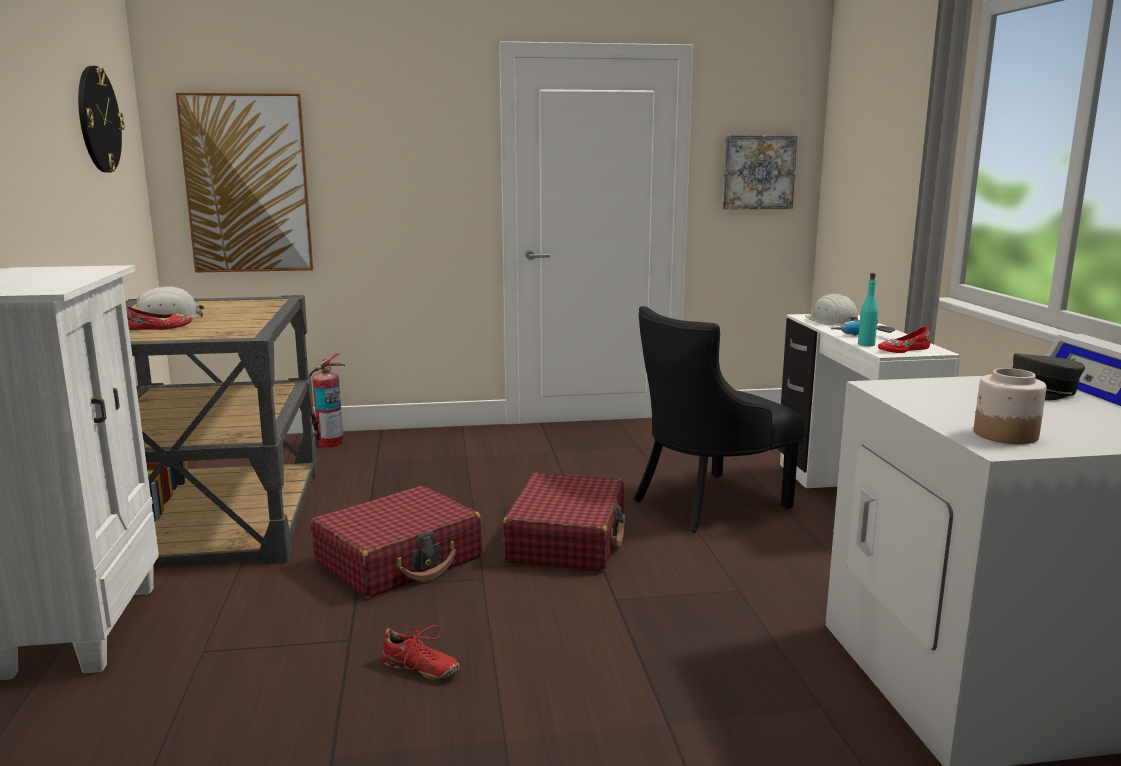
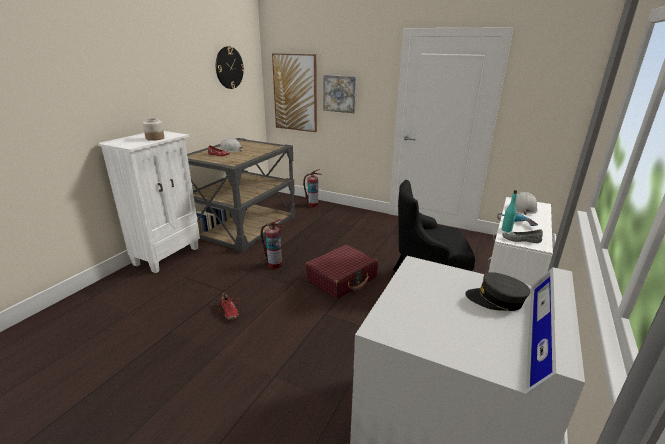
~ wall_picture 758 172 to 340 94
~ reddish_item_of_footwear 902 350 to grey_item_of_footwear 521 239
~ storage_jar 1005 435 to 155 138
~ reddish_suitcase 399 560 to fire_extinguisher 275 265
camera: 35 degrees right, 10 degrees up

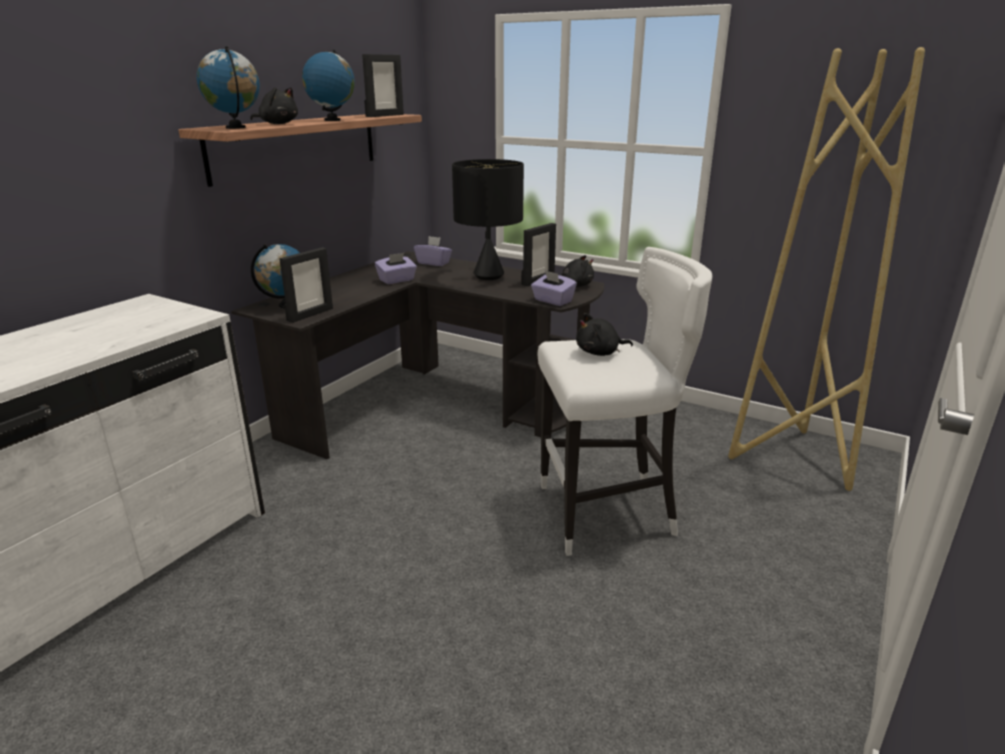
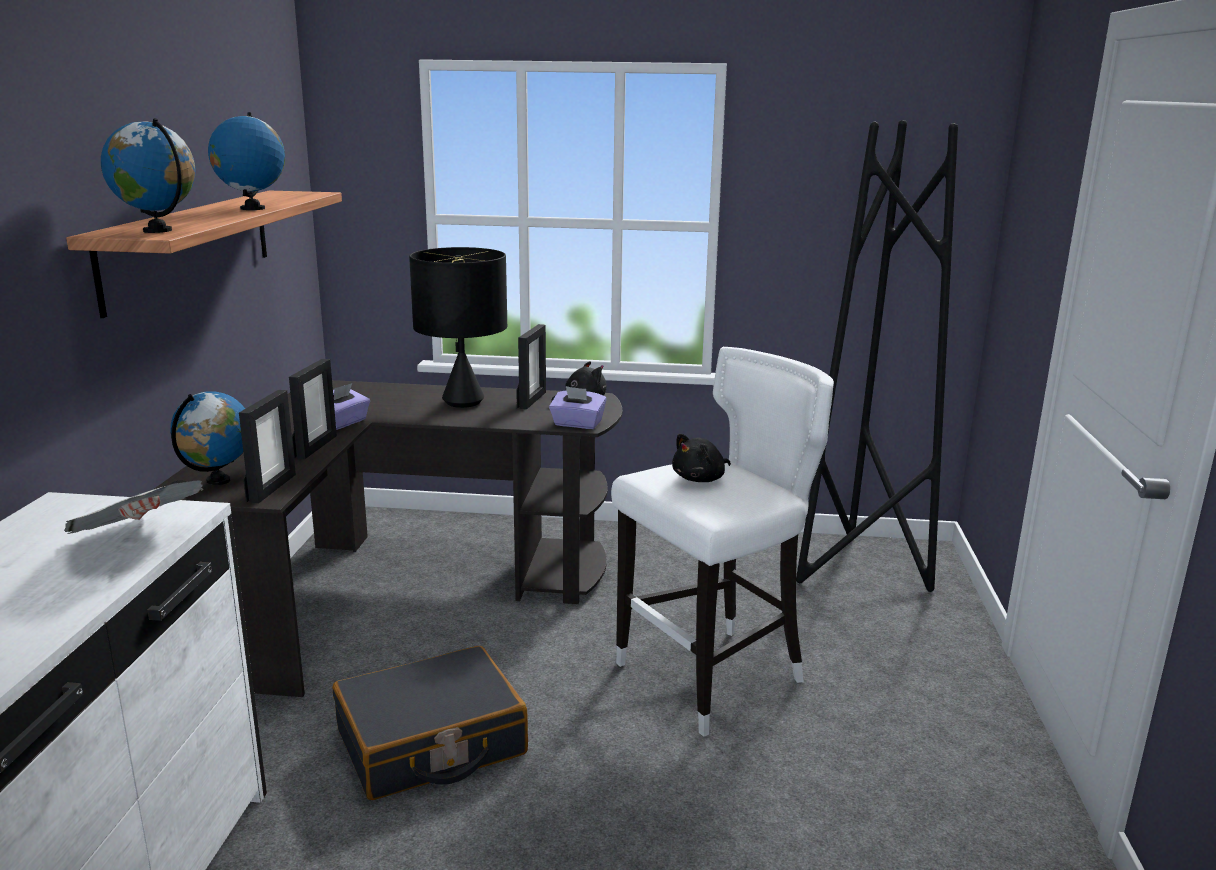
~ yellowish_clothes_rack 793 459 to black_clothes_rack 860 570
~ standing_frame 385 115 to 316 446
- black_plush_toy 278 124
- purplish_tissue_holder 433 263
+ printed_paper 139 541
+ black_suitcase 431 743
camera: 25 degrees left, 5 degrees down

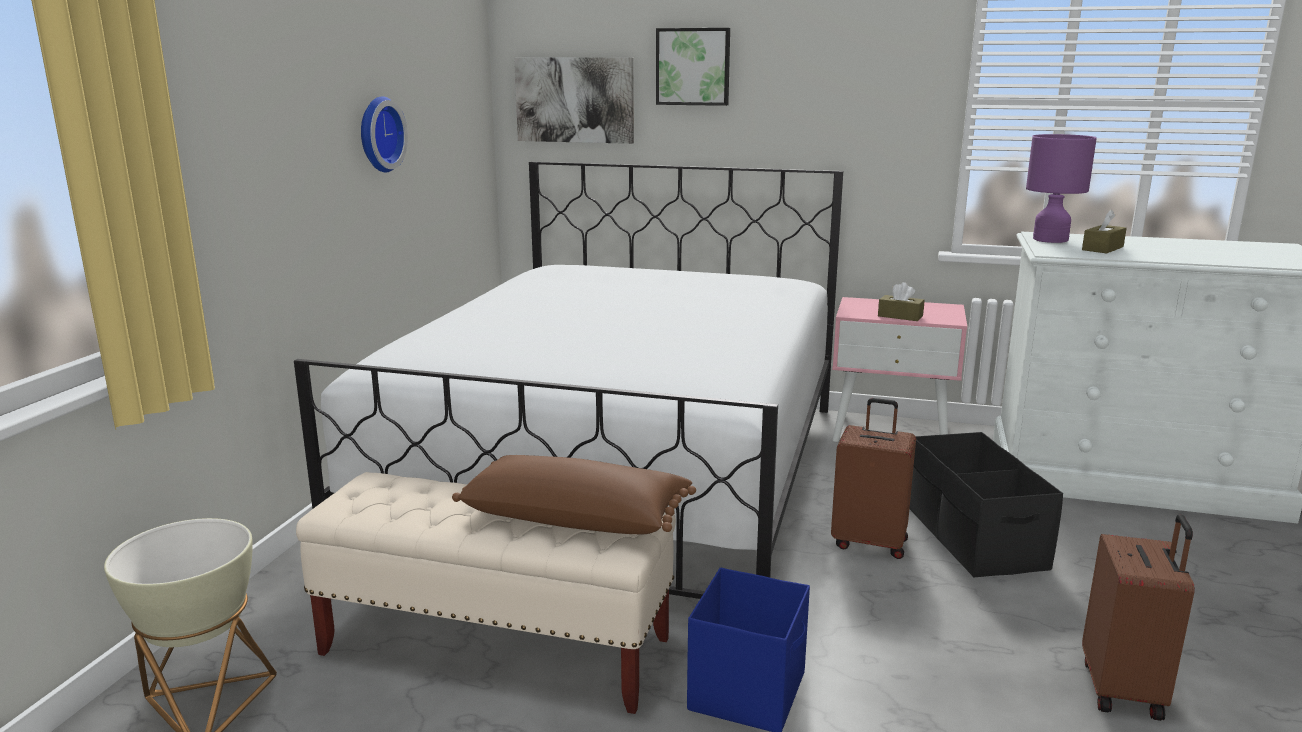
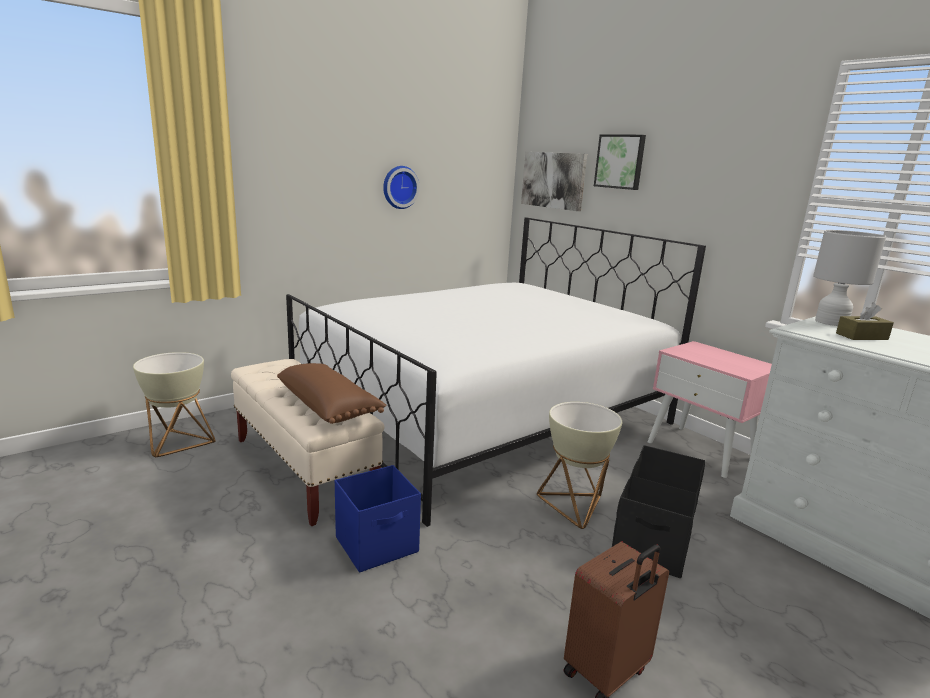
~ purplish_tabletop_lamp 1049 239 to grey_tabletop_lamp 830 322
- brown_tissue_holder 900 316
~ brown_suitcase 870 542 to flower_pot 574 506
camera: 35 degrees right, 0 degrees up

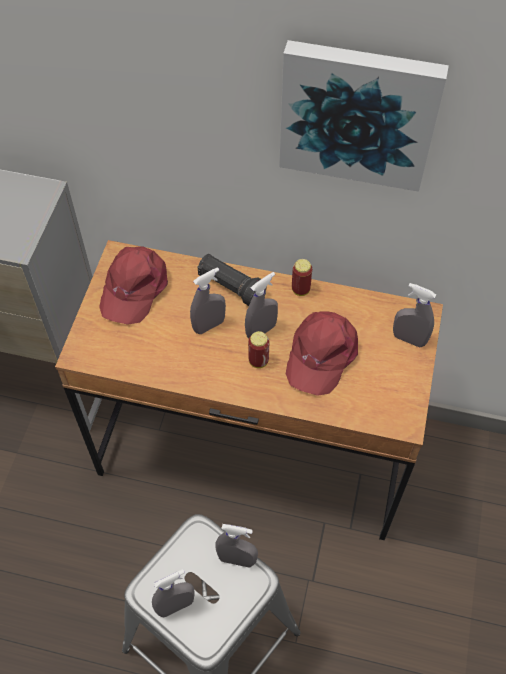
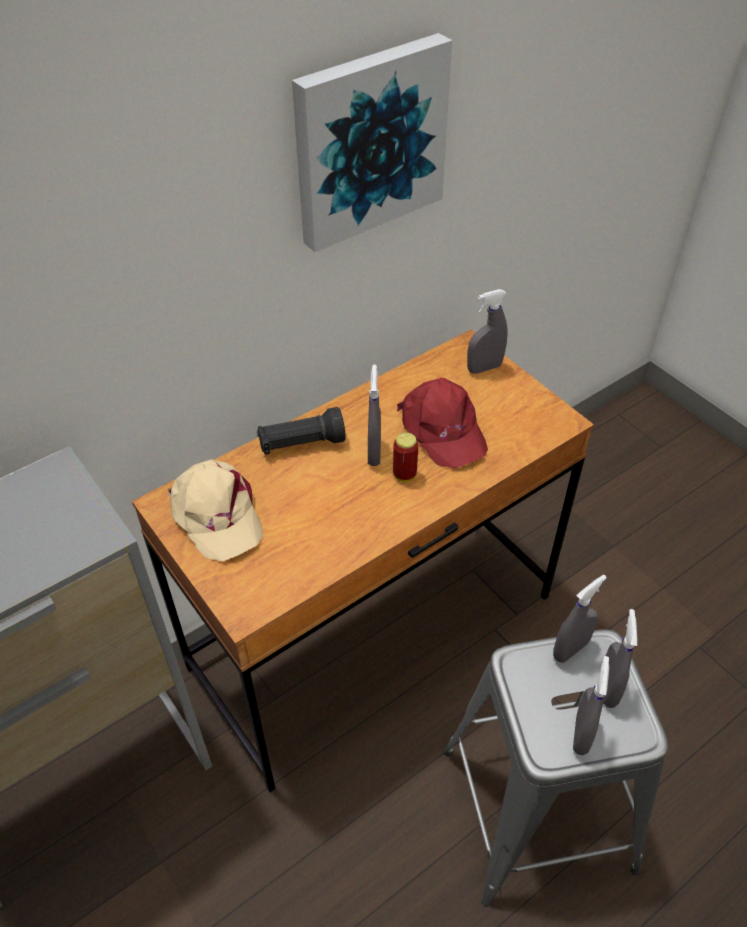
~ reddish_cap 134 287 to beige_cap 216 515
- can 300 289
~ grey_spray_bottle 209 325 to 608 688
camera: 50 degrees left, 10 degrees down

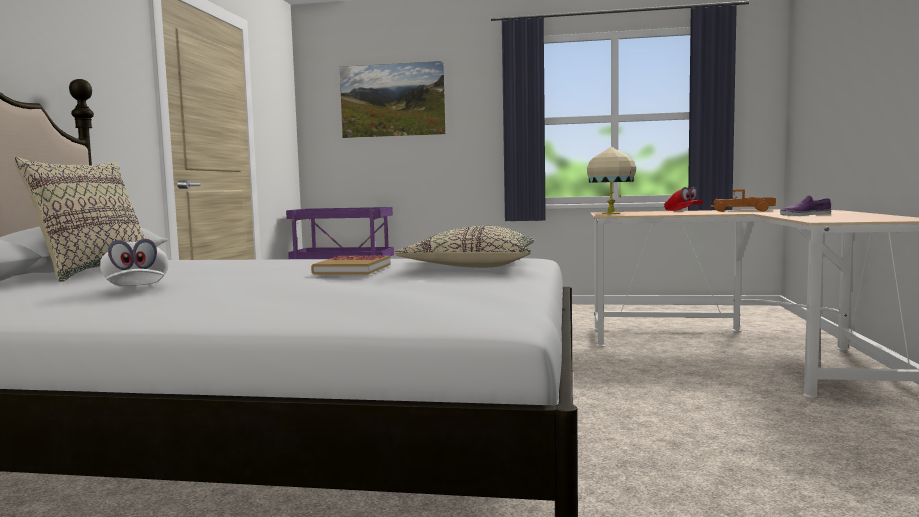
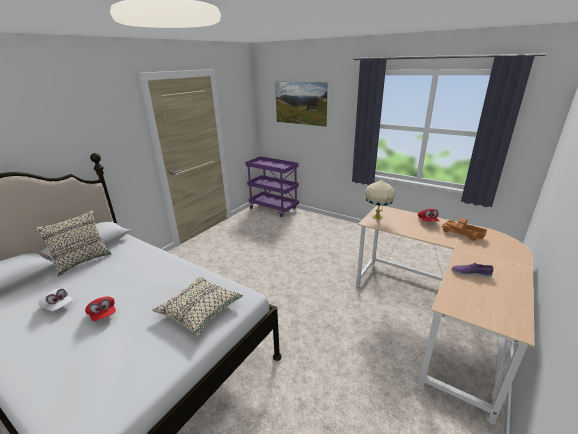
~ white-coloured_cap 136 289 = 58 306 60 degrees counterclockwise
- book 352 269
+ reddish_cap 103 314
camera: 25 degrees right, 20 degrees up

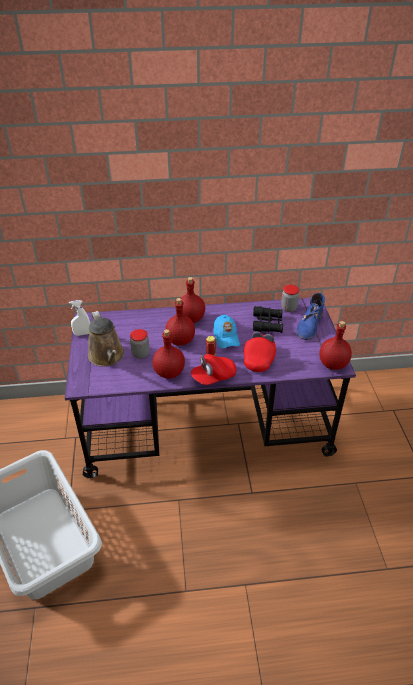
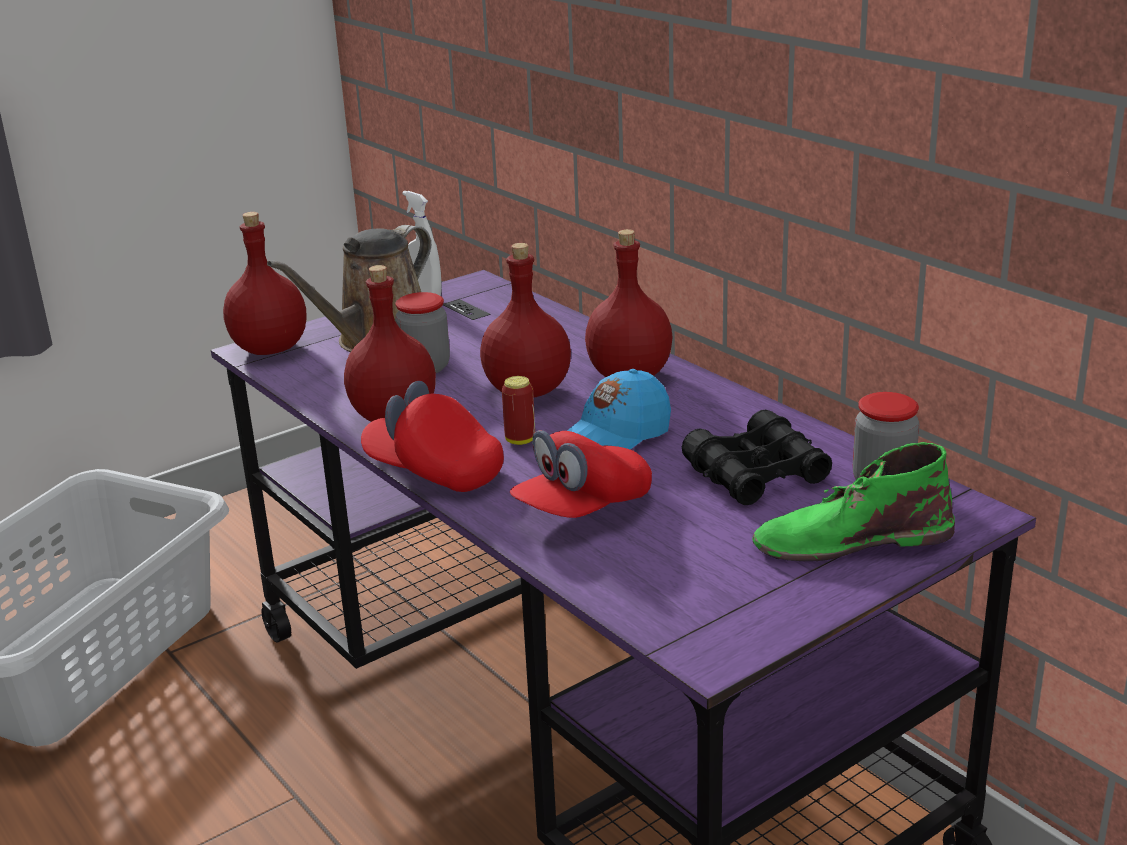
~ bluish_high-top_boot 309 325 to greenish_high-top_boot 850 539
~ reddish_bottle 333 364 to 270 349
~ reddish_cap 259 358 = 582 508 150 degrees clockwise
camera: 60 degrees right, 15 degrees down

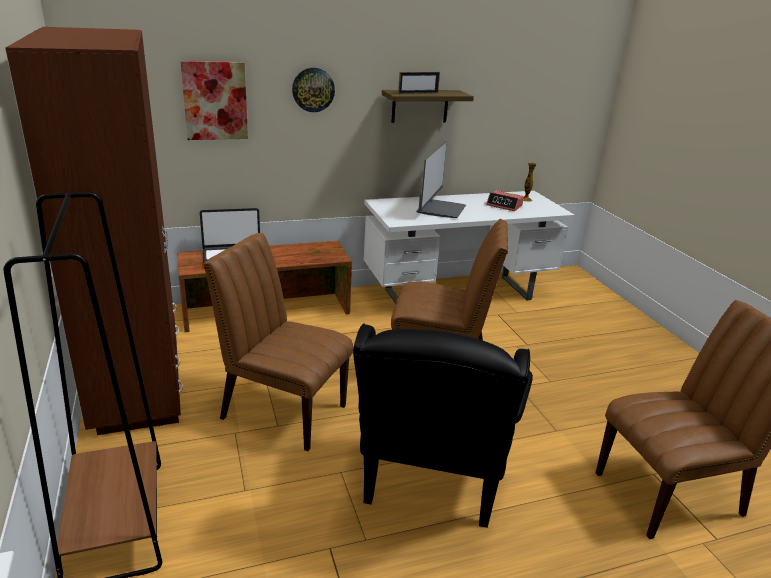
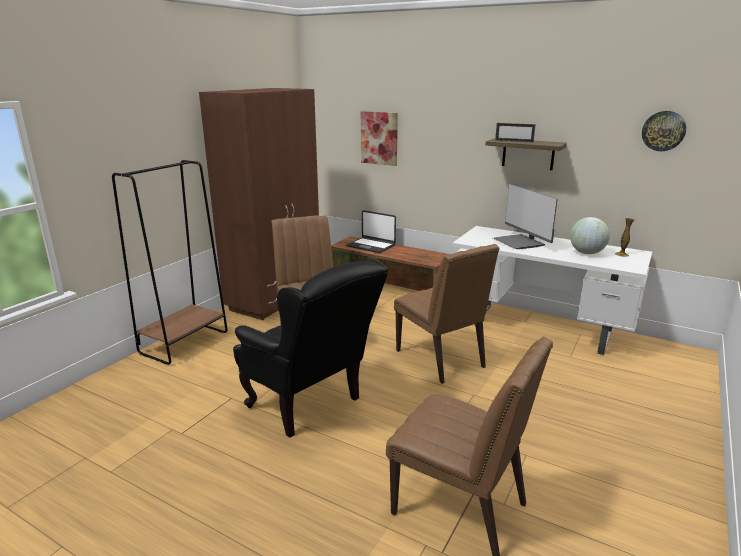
~ clock_on_the_wall 313 90 to 663 131
~ computer_screen 440 209 = 519 242 90 degrees clockwise
~ alarm_clock 504 205 to desk_globe 587 253
~ black_armchair 428 492 = 312 407 105 degrees counterclockwise
camera: 50 degrees right, 5 degrees down

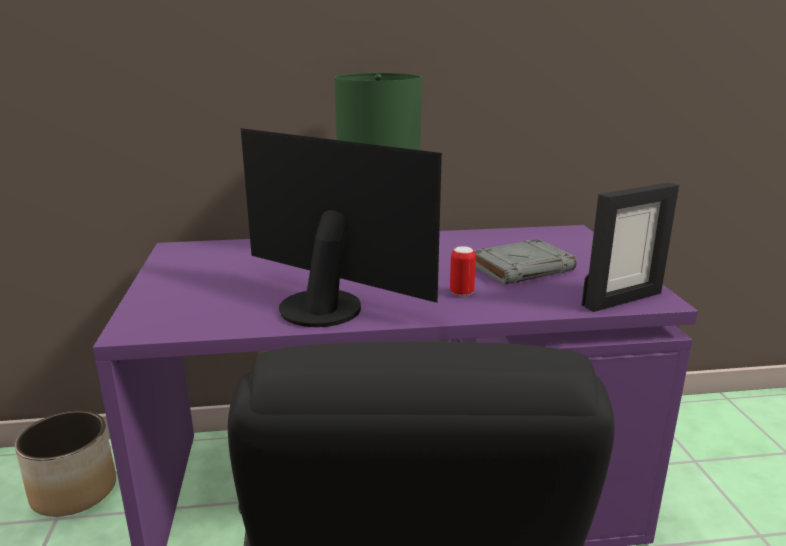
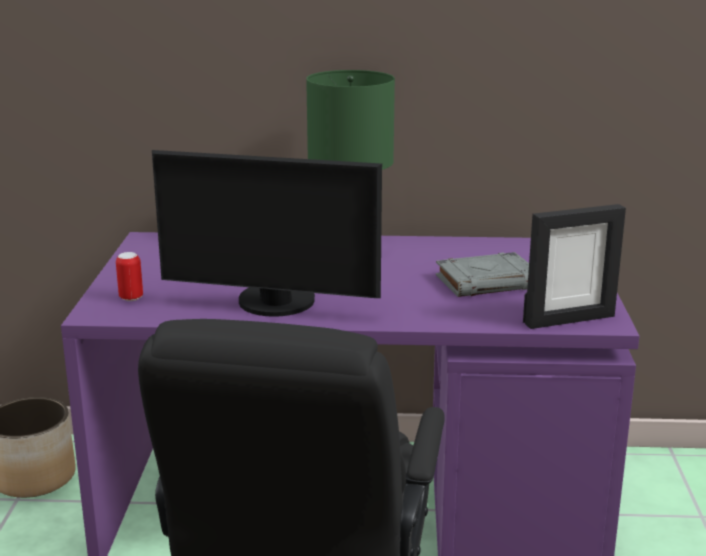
~ computer_screen 326 305 = 274 304 150 degrees clockwise
~ can 461 293 to 131 298
camera: 10 degrees right, 0 degrees up

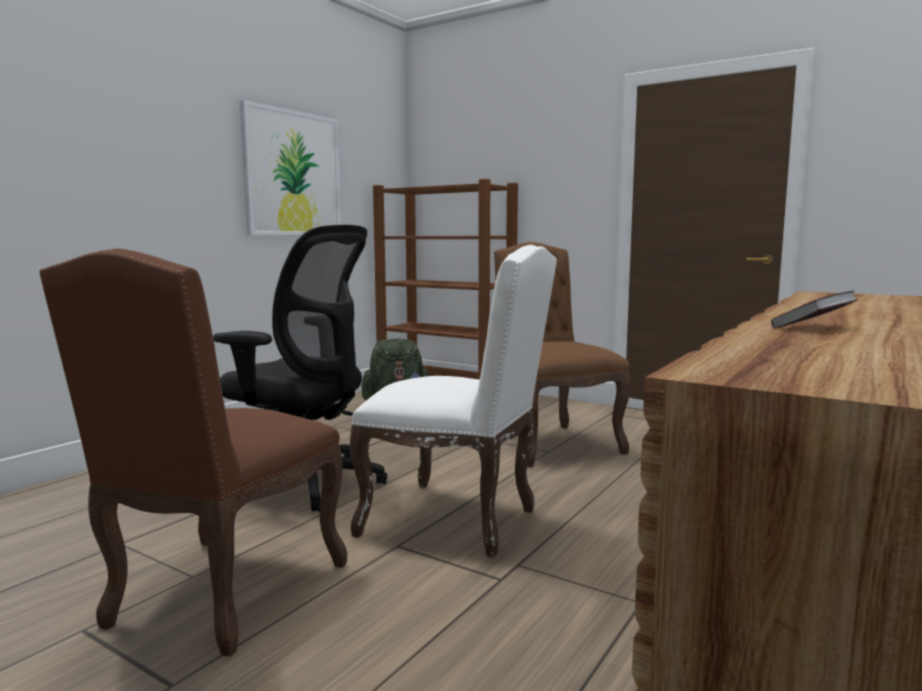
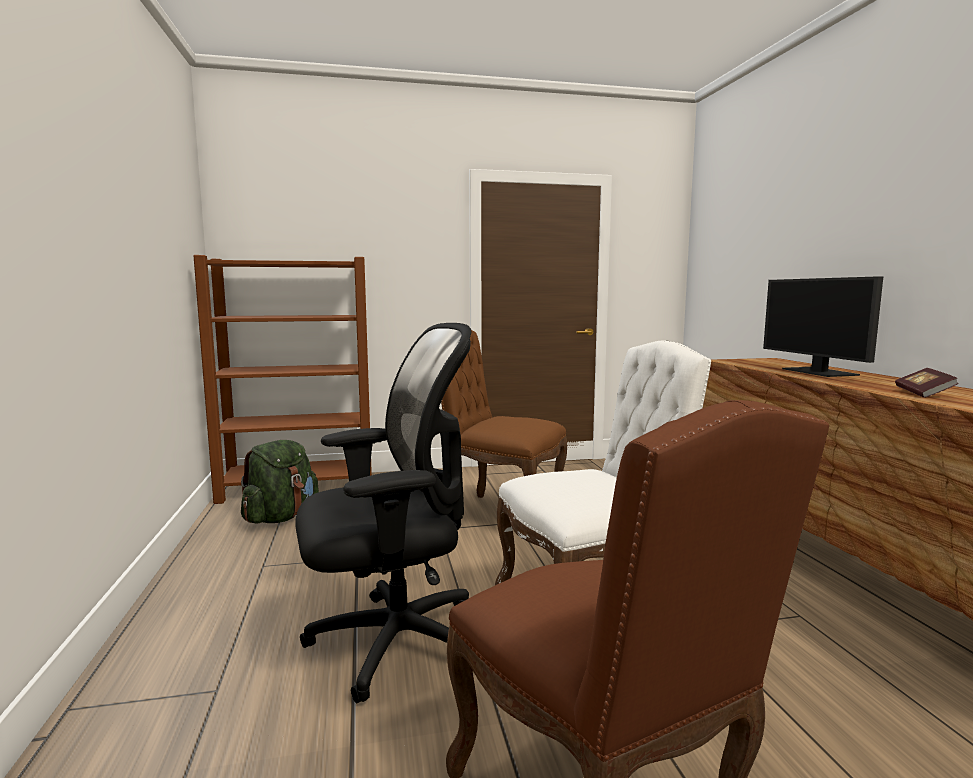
- wall_picture 292 174
+ computer_screen 819 372
camera: 45 degrees left, 0 degrees up

